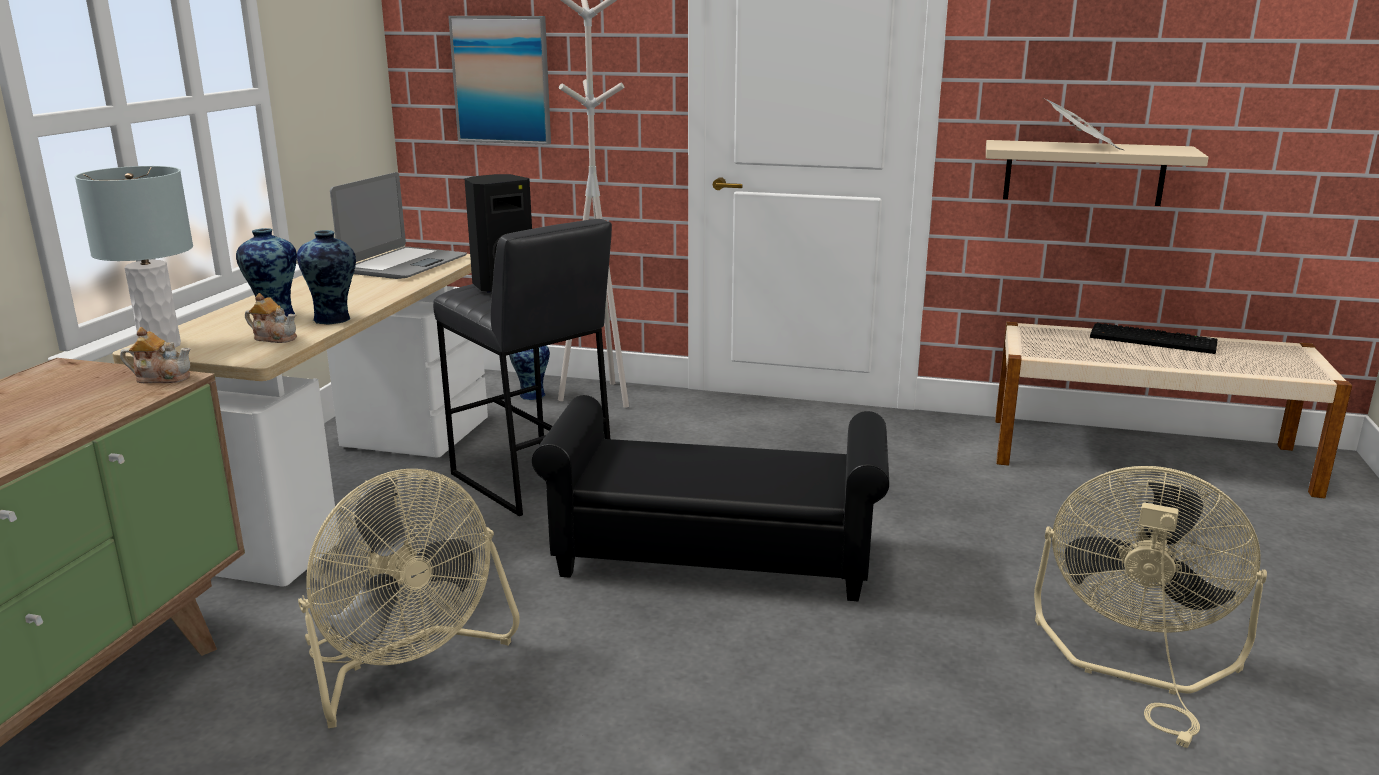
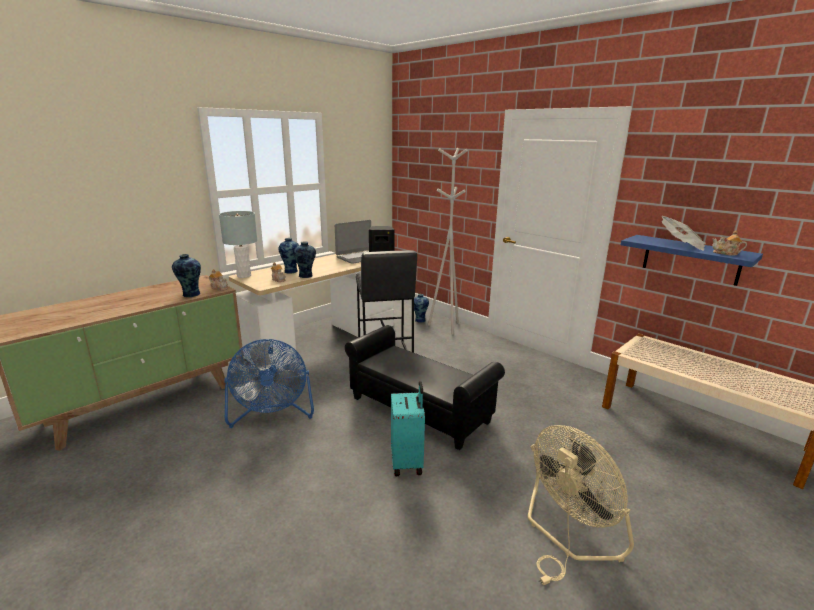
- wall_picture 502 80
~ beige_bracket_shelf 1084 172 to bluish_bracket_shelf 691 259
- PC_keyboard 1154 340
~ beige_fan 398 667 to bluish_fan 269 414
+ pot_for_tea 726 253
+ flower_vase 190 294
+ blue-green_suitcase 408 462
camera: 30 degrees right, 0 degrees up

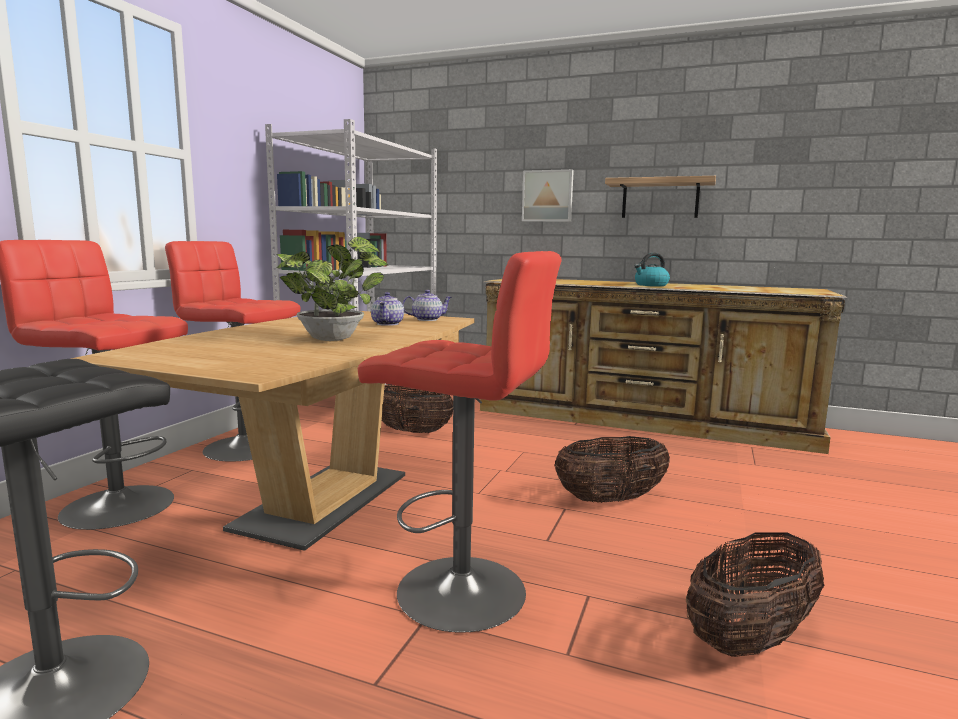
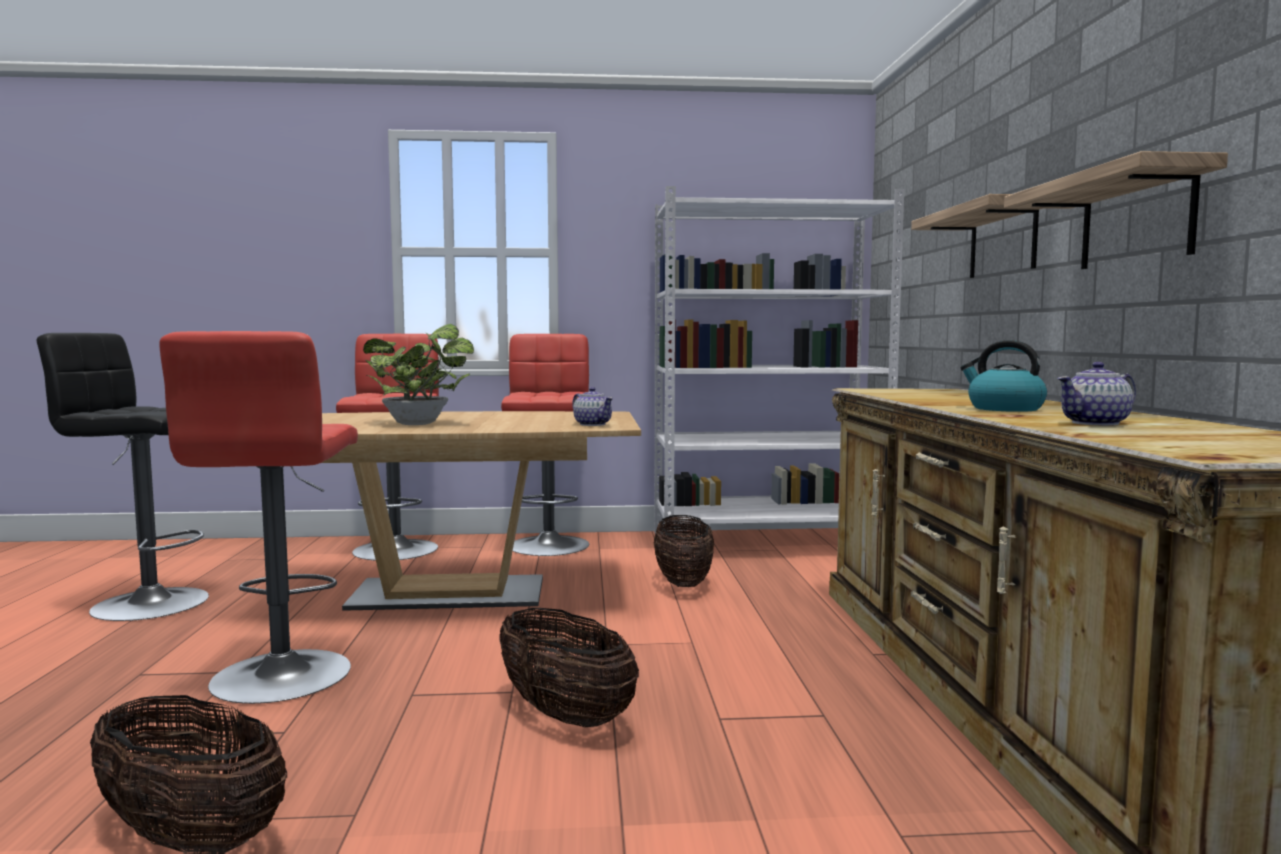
~ wall_picture 547 196 to bracket_shelf 1003 241
~ pot_for_tea 388 324 to 1096 423
camera: 65 degrees right, 5 degrees down

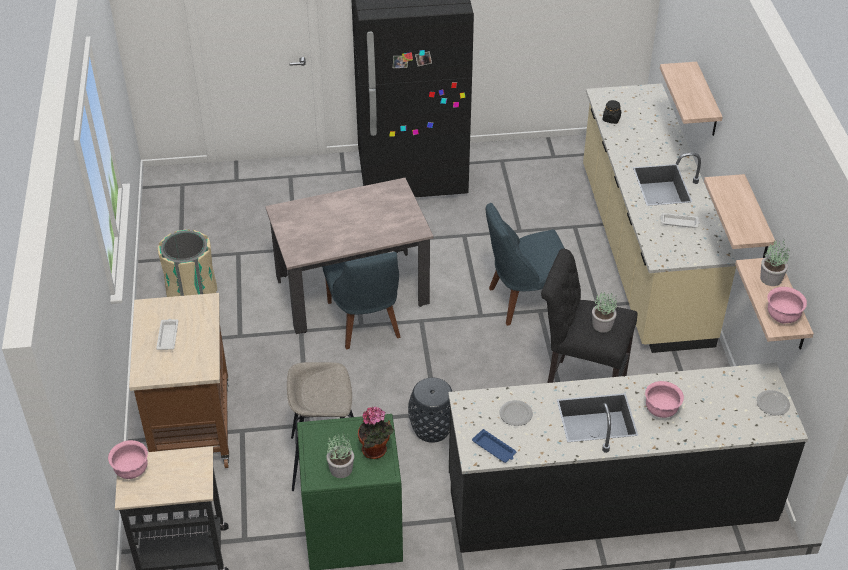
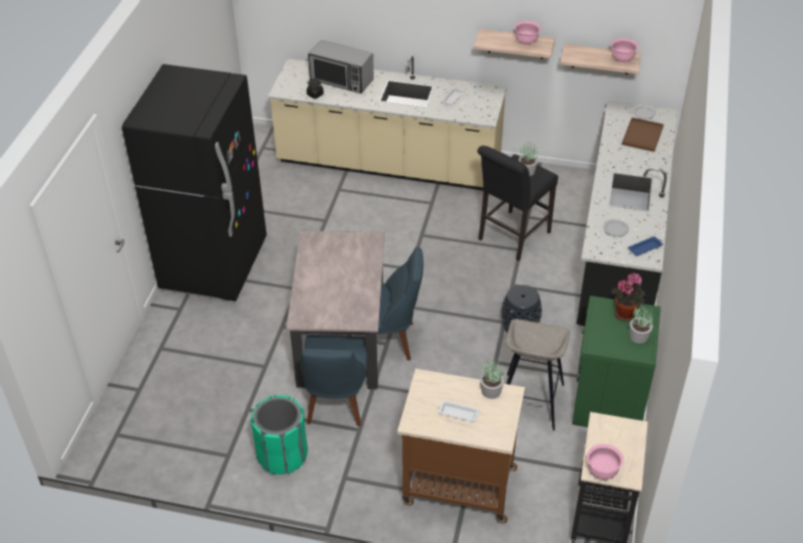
- bracket_shelf 707 101
~ bluish_upright_chair 525 300 to 336 402
~ beige_waste_bin 192 292 to greenish_waste_bin 282 455
~ houseplant 770 278 to 490 391
~ pink_serving_bowl 661 410 to 526 41
+ kitchen_microwave 341 80
+ brown_tray 642 135
camera: 70 degrees left, 0 degrees up

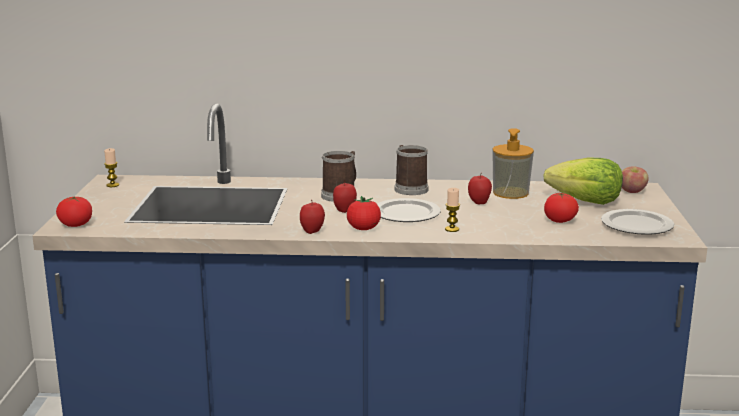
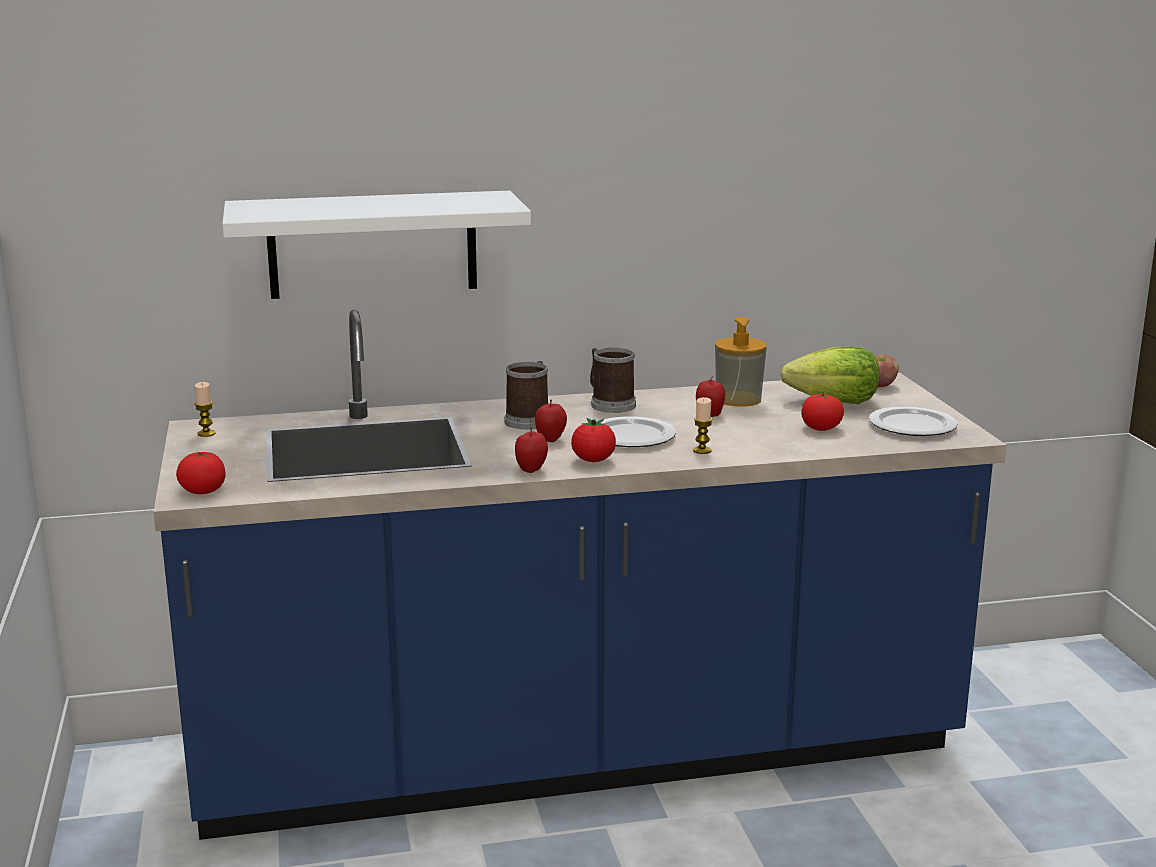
+ white-coloured_bracket_shelf 372 244
camera: 15 degrees left, 0 degrees up

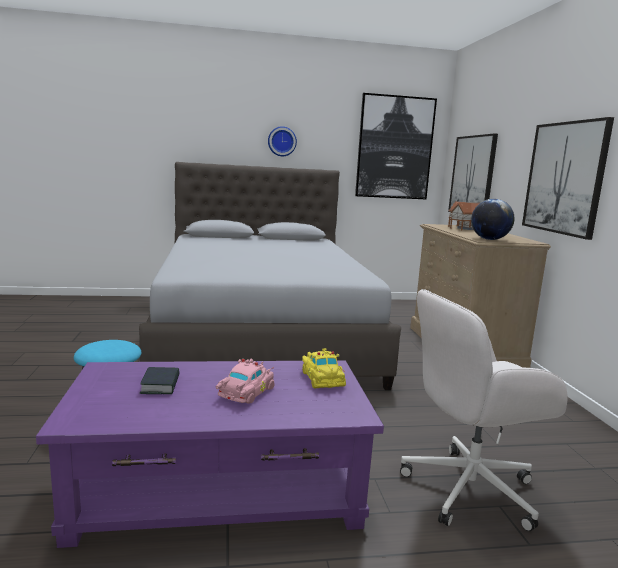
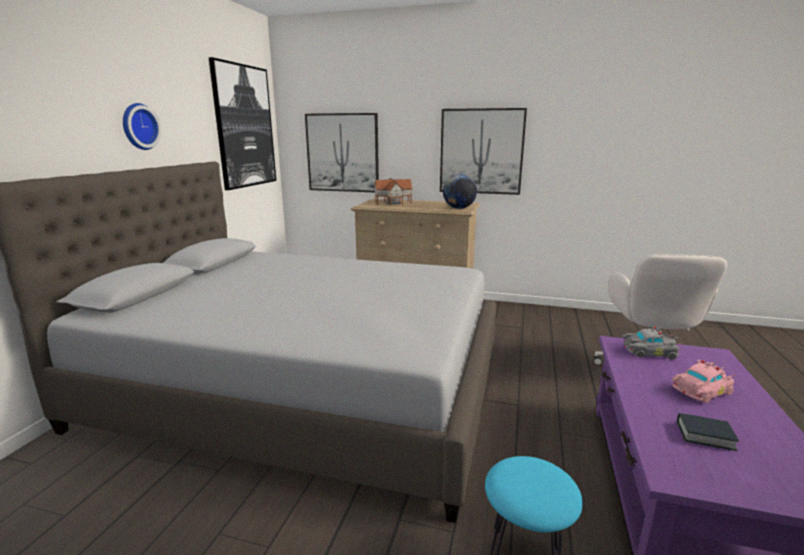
~ yellowish_model_car 323 378 to grey_model_car 647 352
~ pink_model_car 245 393 = 699 391 105 degrees clockwise
camera: 65 degrees left, 5 degrees up

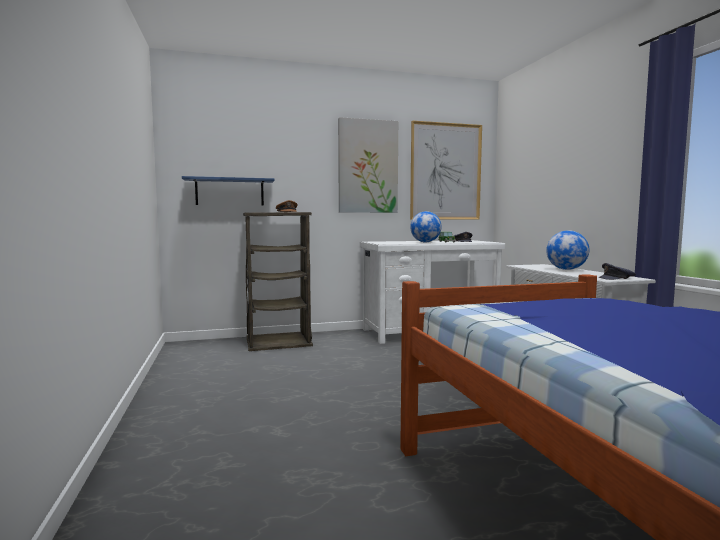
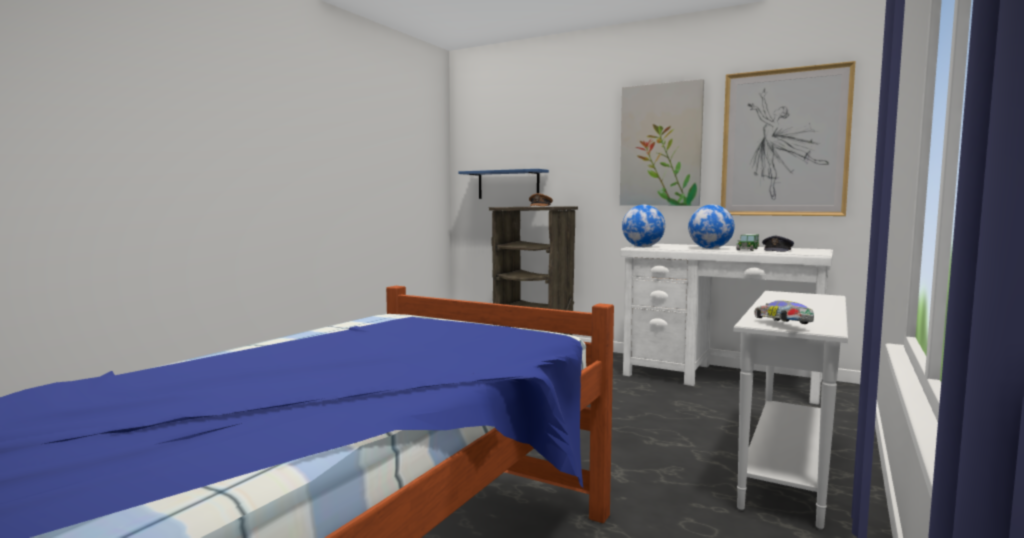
~ desk_globe 566 269 to 643 247
~ grey_cap 617 278 to model_car 783 325
camera: 45 degrees right, 0 degrees up

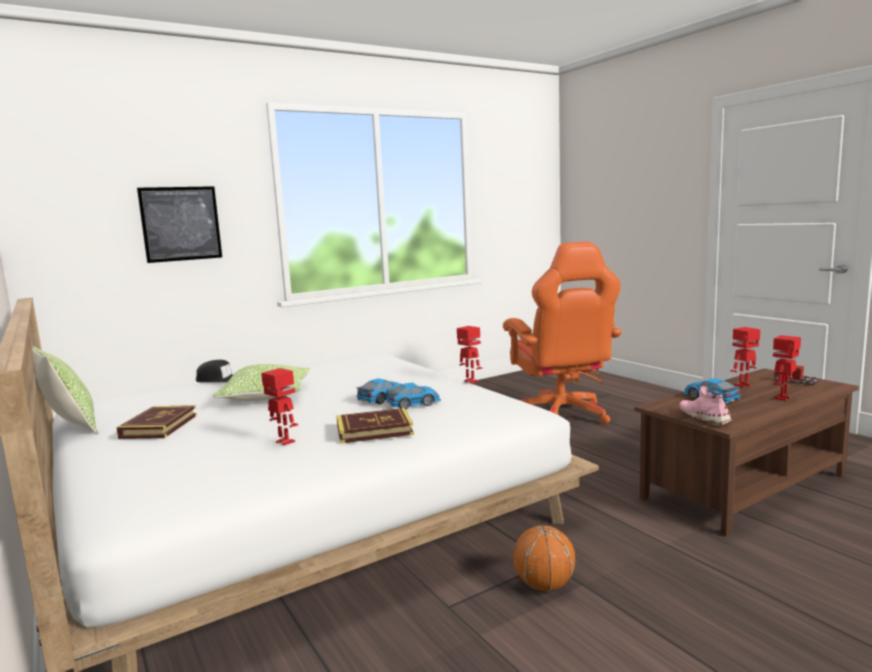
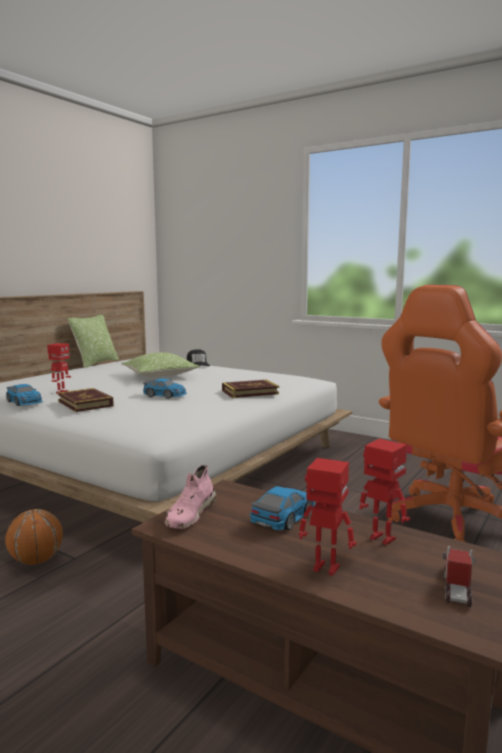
- wall_picture 181 224
- robot_figure 470 381
~ model_car 414 404 to 24 402
~ pink_item_of_footwear 705 418 = 190 514 150 degrees clockwise
~ book 159 426 to 250 392
camera: 65 degrees right, 0 degrees up

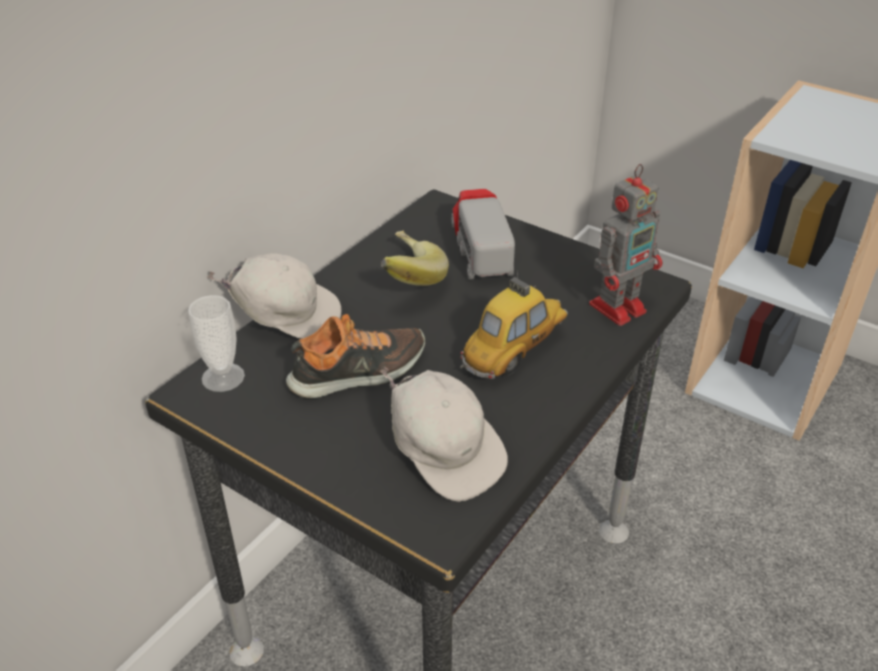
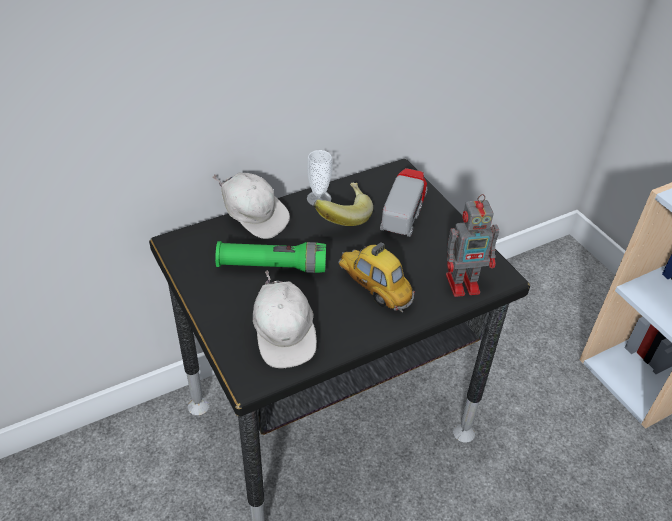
~ model_car 515 351 = 373 288 120 degrees counterclockwise
~ cup 223 377 to 319 198
~ item_of_footwear 359 372 to greenish_hand_torch 272 266
camera: 25 degrees right, 5 degrees up

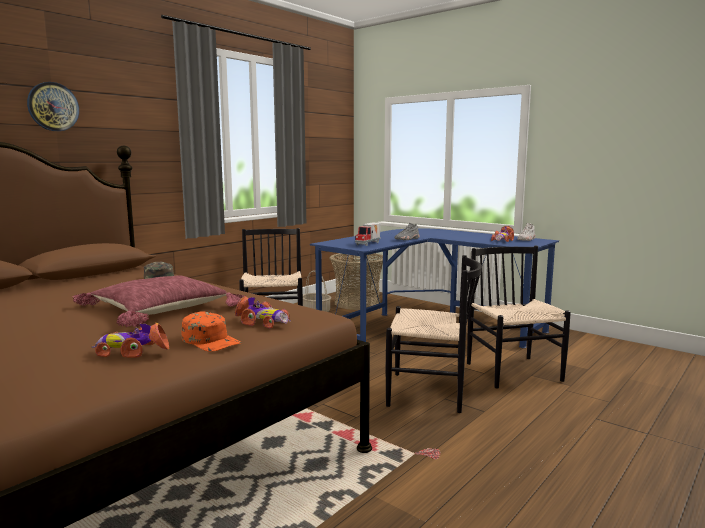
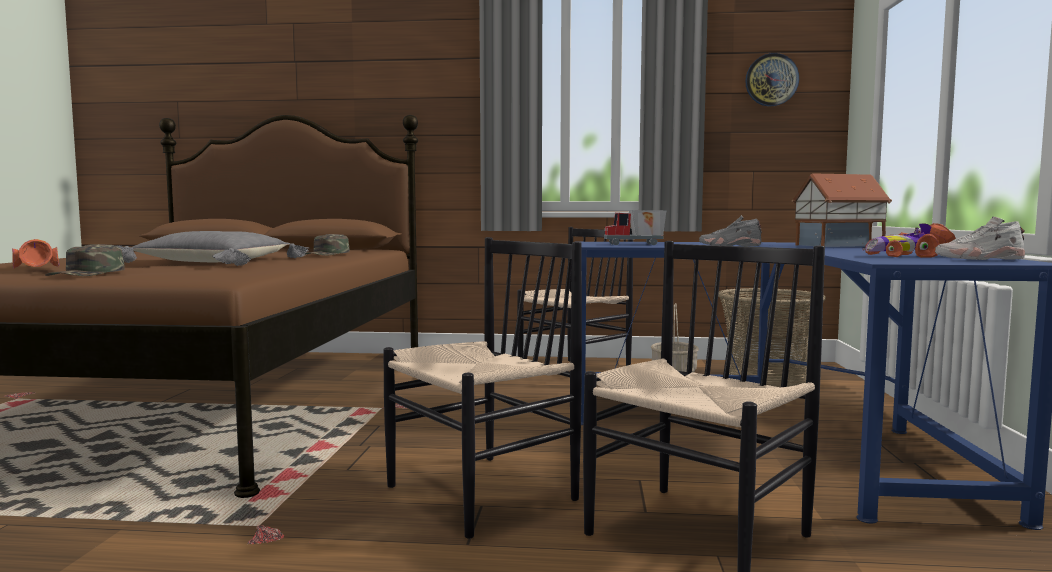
~ clock_on_the_wall 53 106 to 771 80
~ black_upright_chair 430 393 = 488 491 105 degrees counterclockwise
~ reddish_pillow 159 307 to grey_pillow 215 261
- model_car 262 322
~ orange_cap 211 341 to greenish_cap 88 273
+ miniature_house 840 246
camera: 55 degrees right, 5 degrees down

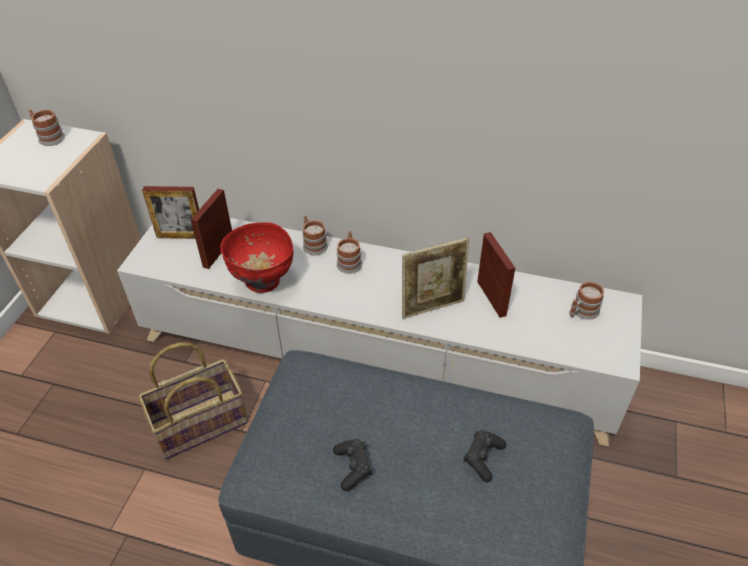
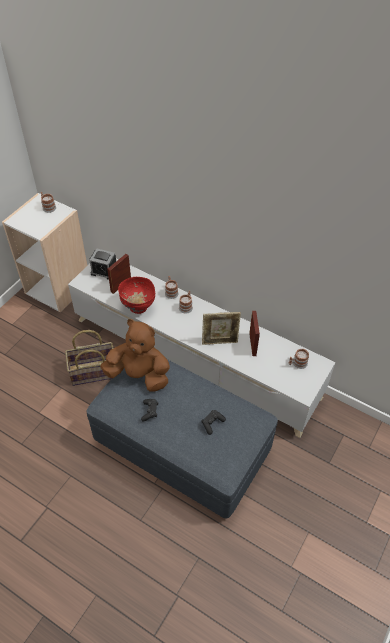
~ standing_frame 181 236 to alarm_clock 104 271
+ brown_plush_toy 139 375
camera: 15 degrees right, 5 degrees up

